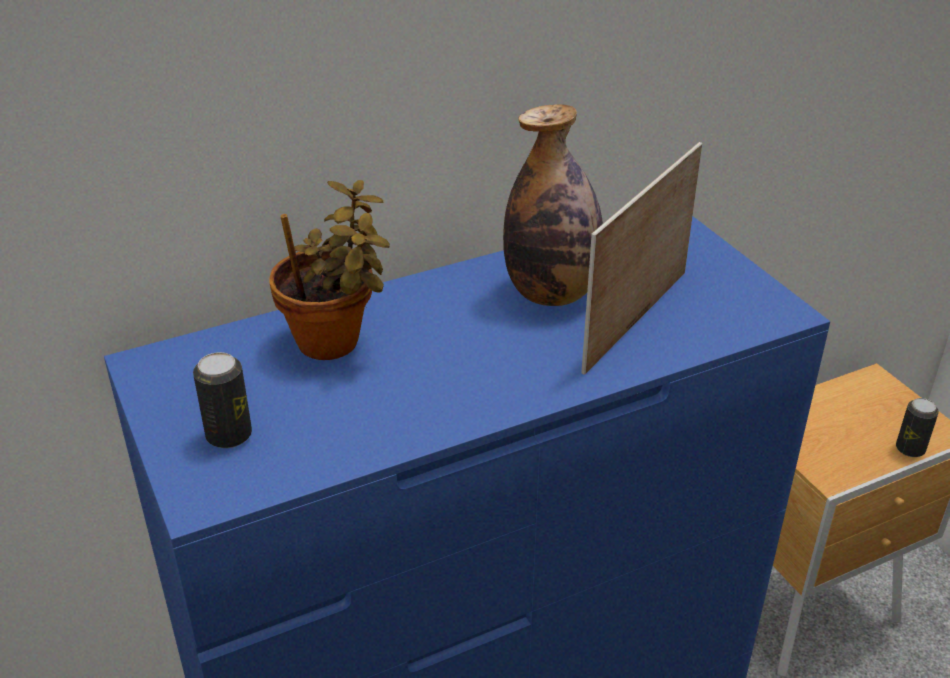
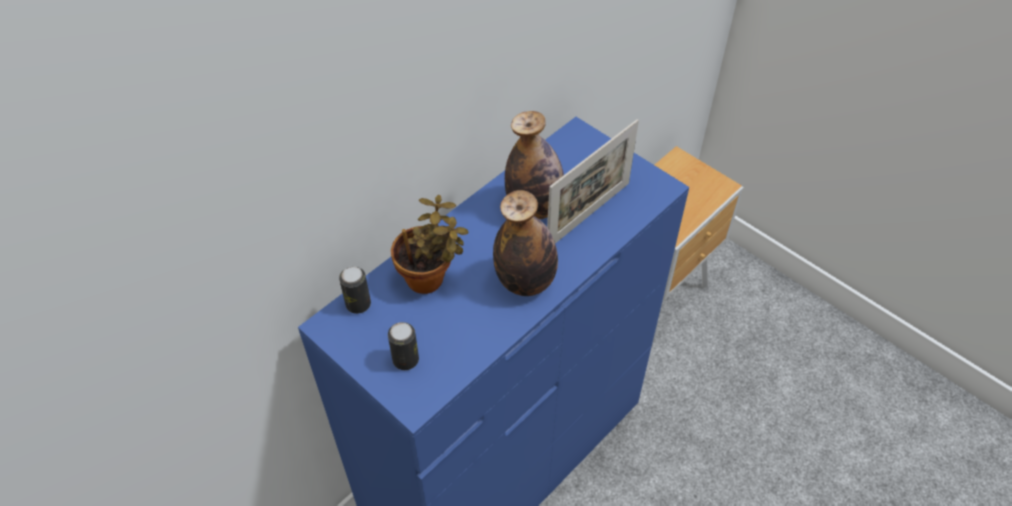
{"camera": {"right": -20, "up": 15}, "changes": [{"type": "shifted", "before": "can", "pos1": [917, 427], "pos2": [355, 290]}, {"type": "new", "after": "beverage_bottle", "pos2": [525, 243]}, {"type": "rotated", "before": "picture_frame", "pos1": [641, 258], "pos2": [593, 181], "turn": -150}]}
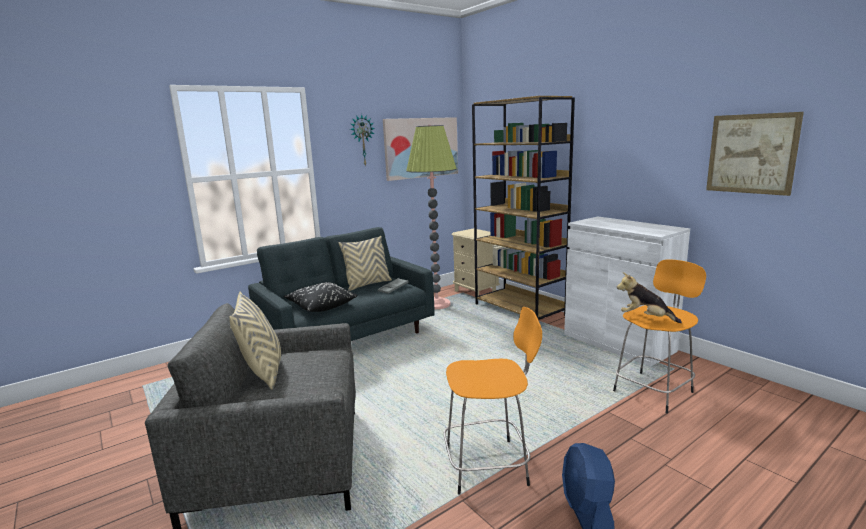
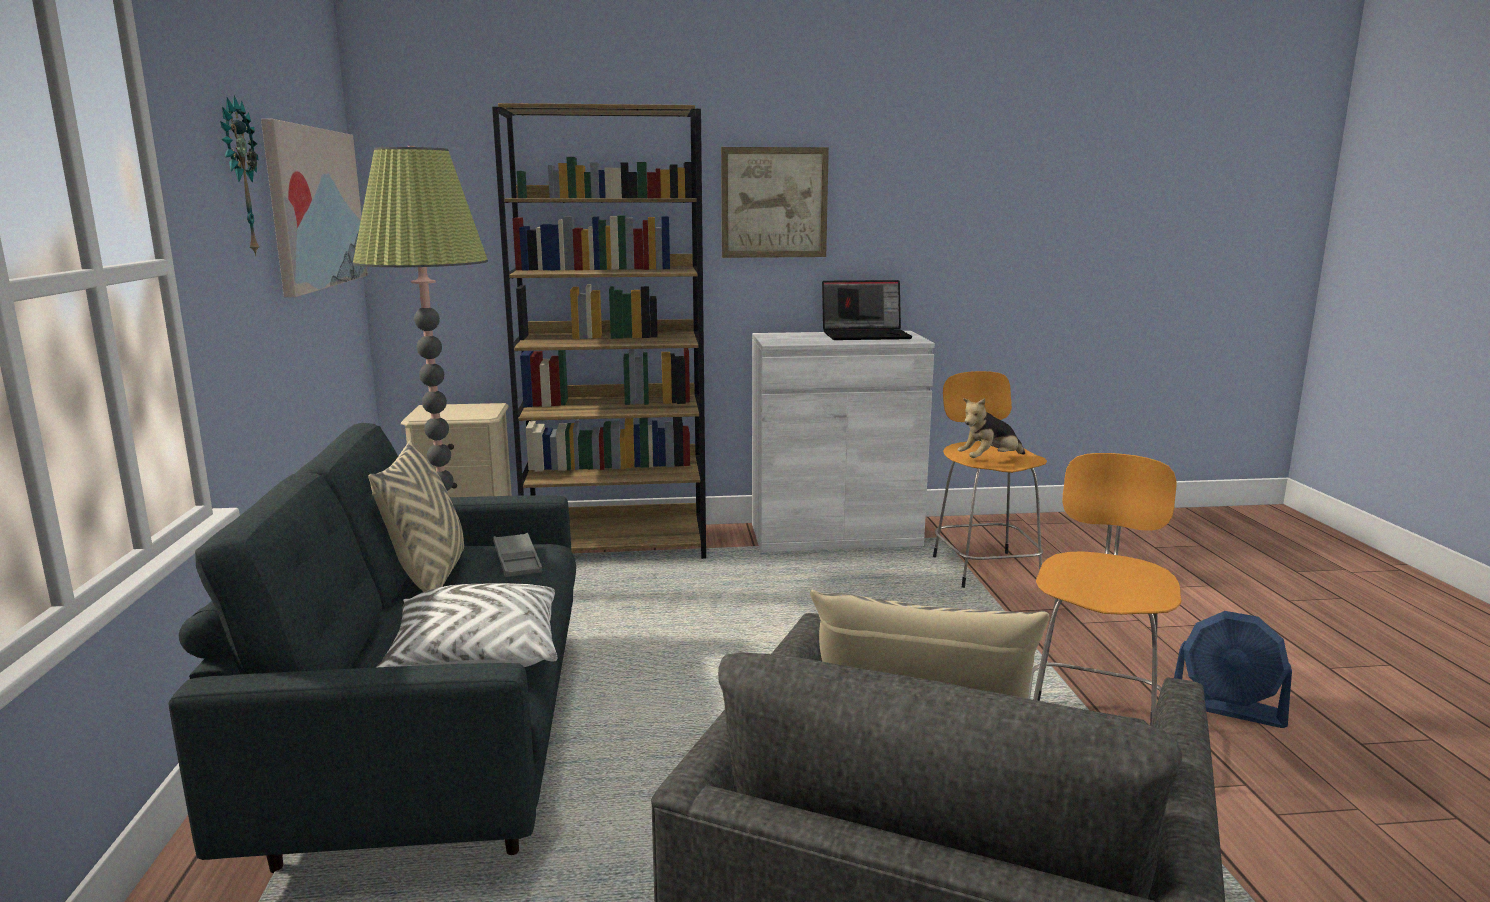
{"camera": {"right": -60, "up": 0}, "changes": [{"type": "repainted", "before": "black_throw_pillow", "after": "white_throw_pillow", "pos1": [320, 297], "pos2": [466, 625]}, {"type": "shifted", "before": "wall_art", "pos1": [755, 154], "pos2": [775, 202]}, {"type": "new", "after": "laptop", "pos2": [867, 310]}]}
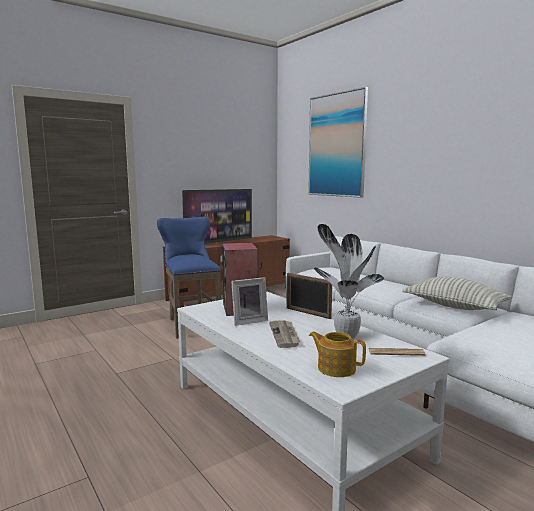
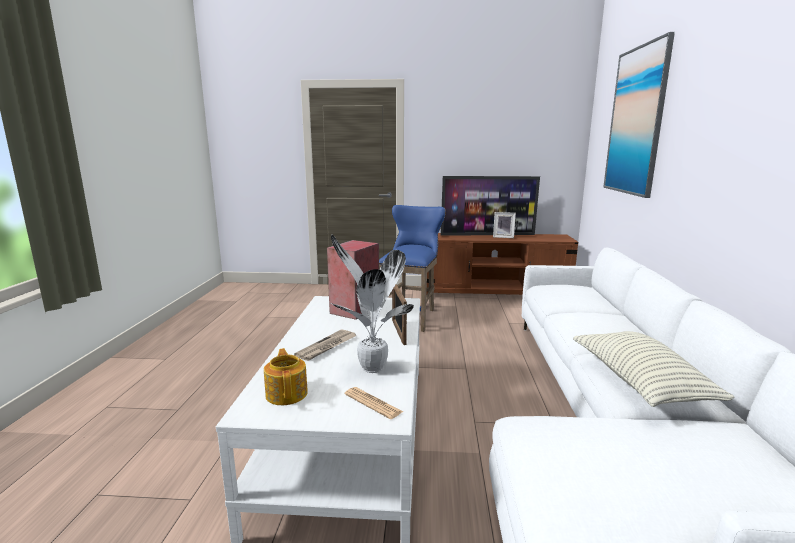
{"camera": {"right": 40, "up": 5}, "changes": [{"type": "shifted", "before": "picture_frame", "pos1": [249, 301], "pos2": [504, 225]}]}
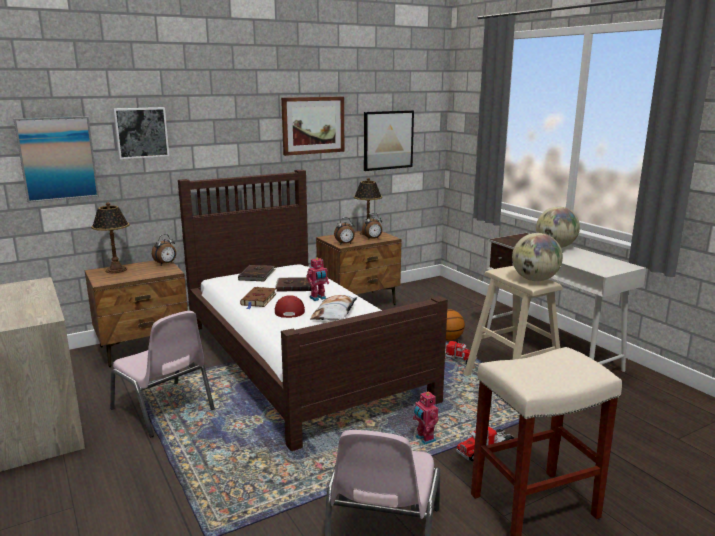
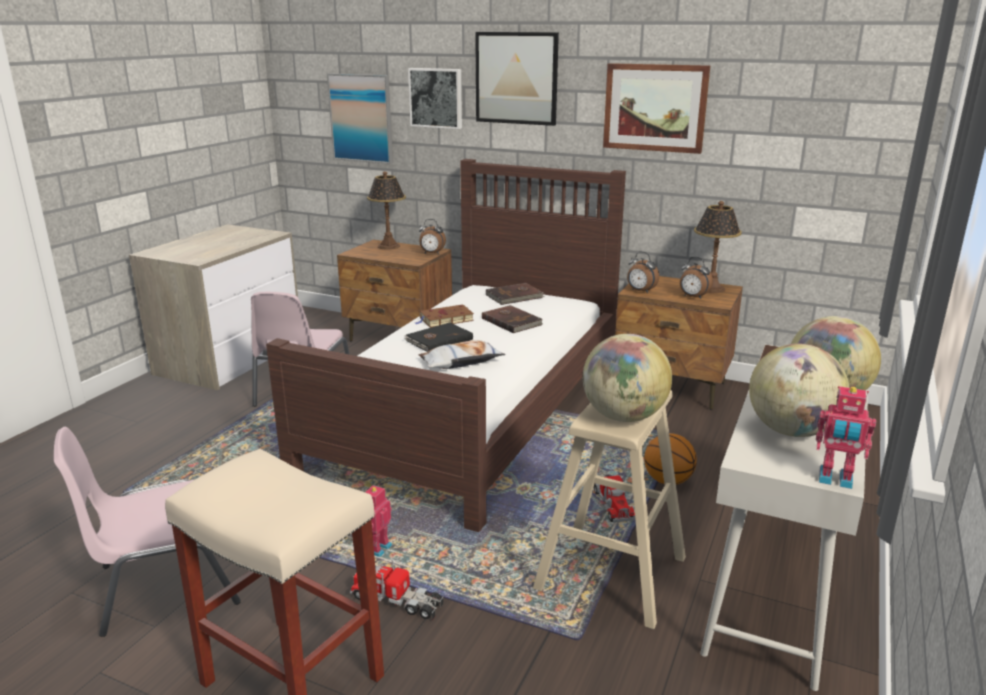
{"camera": {"right": 55, "up": 5}, "changes": [{"type": "swapped", "before": "reddish_peaked_cap", "after": "black_book", "pos1": [290, 306], "pos2": [438, 337]}, {"type": "shifted", "before": "wall_art", "pos1": [389, 140], "pos2": [517, 79]}, {"type": "new", "after": "desk_globe", "pos2": [799, 390]}, {"type": "shifted", "before": "toy_robot", "pos1": [317, 279], "pos2": [846, 437]}]}
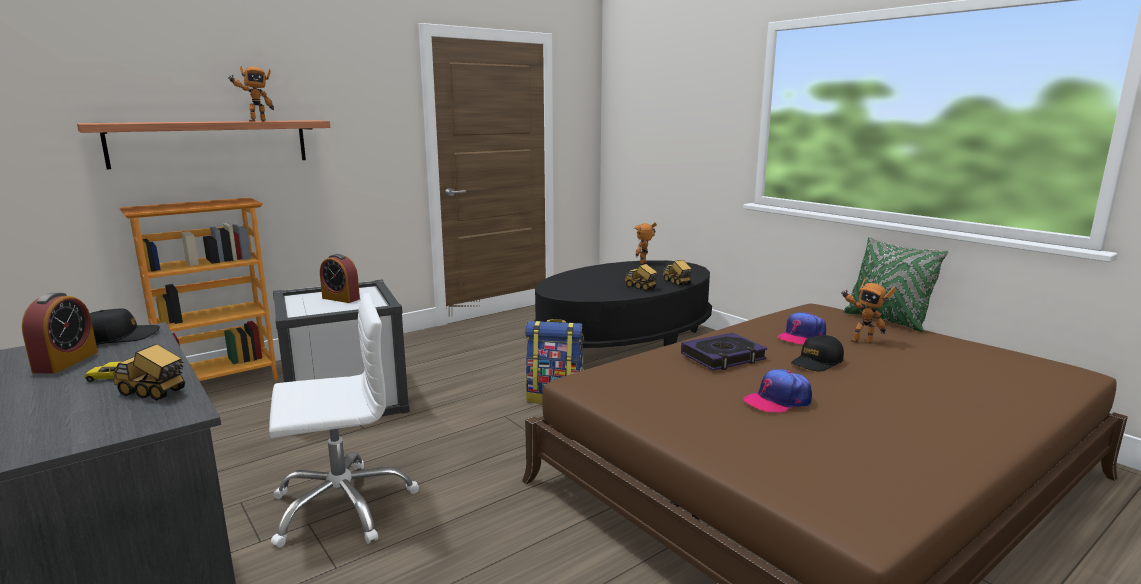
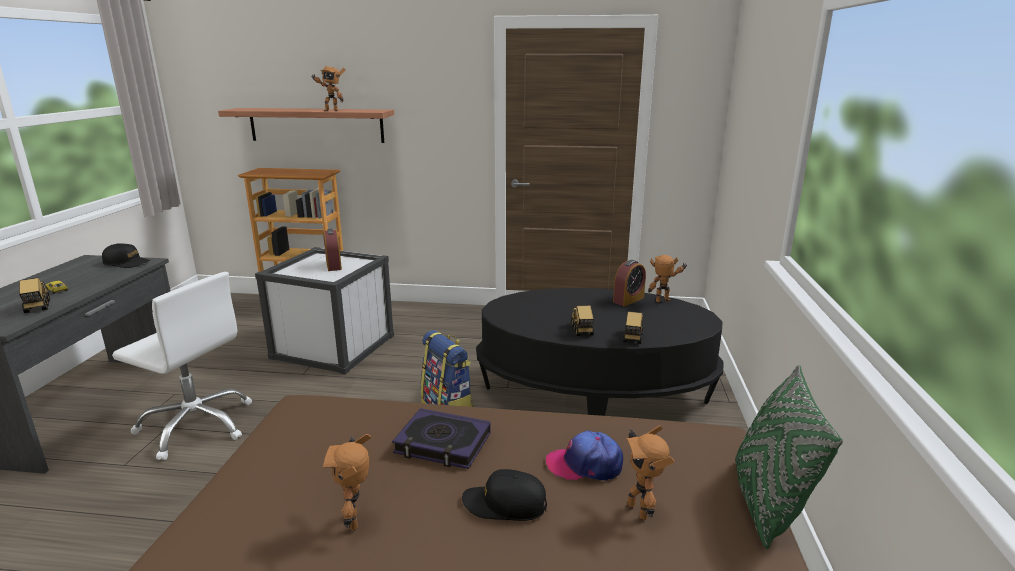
{"camera": {"right": 45, "up": 5}, "changes": [{"type": "swapped", "before": "peaked_cap", "after": "toy_robot", "pos1": [777, 391], "pos2": [347, 482]}, {"type": "shifted", "before": "table_clock", "pos1": [60, 333], "pos2": [629, 283]}]}
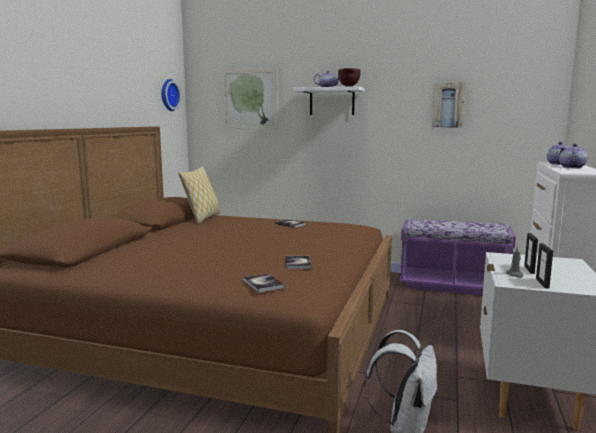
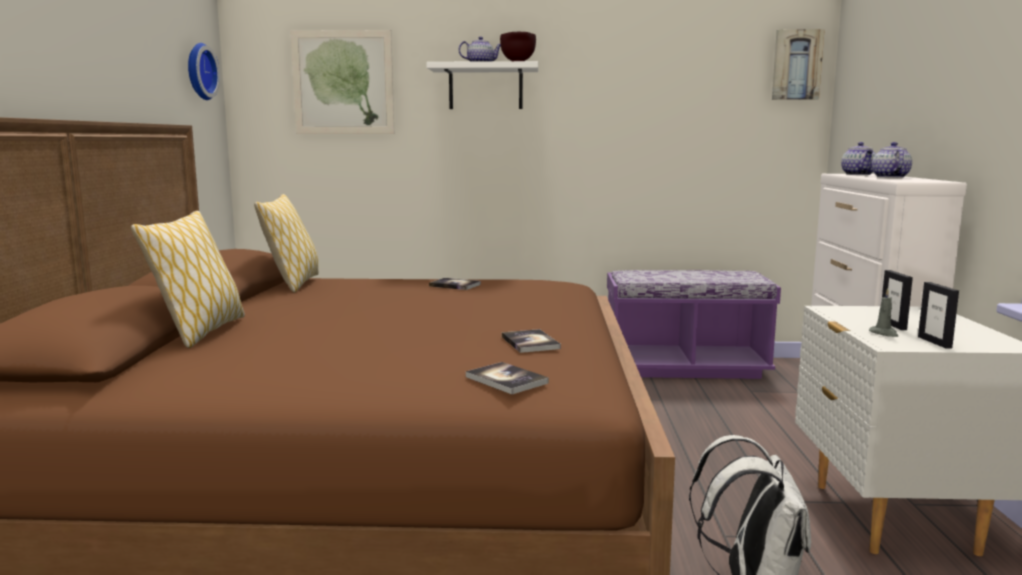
{"camera": {"right": -15, "up": 0}, "changes": [{"type": "new", "after": "throw_pillow", "pos2": [188, 279]}, {"type": "shifted", "before": "wall_art", "pos1": [448, 105], "pos2": [798, 64]}]}
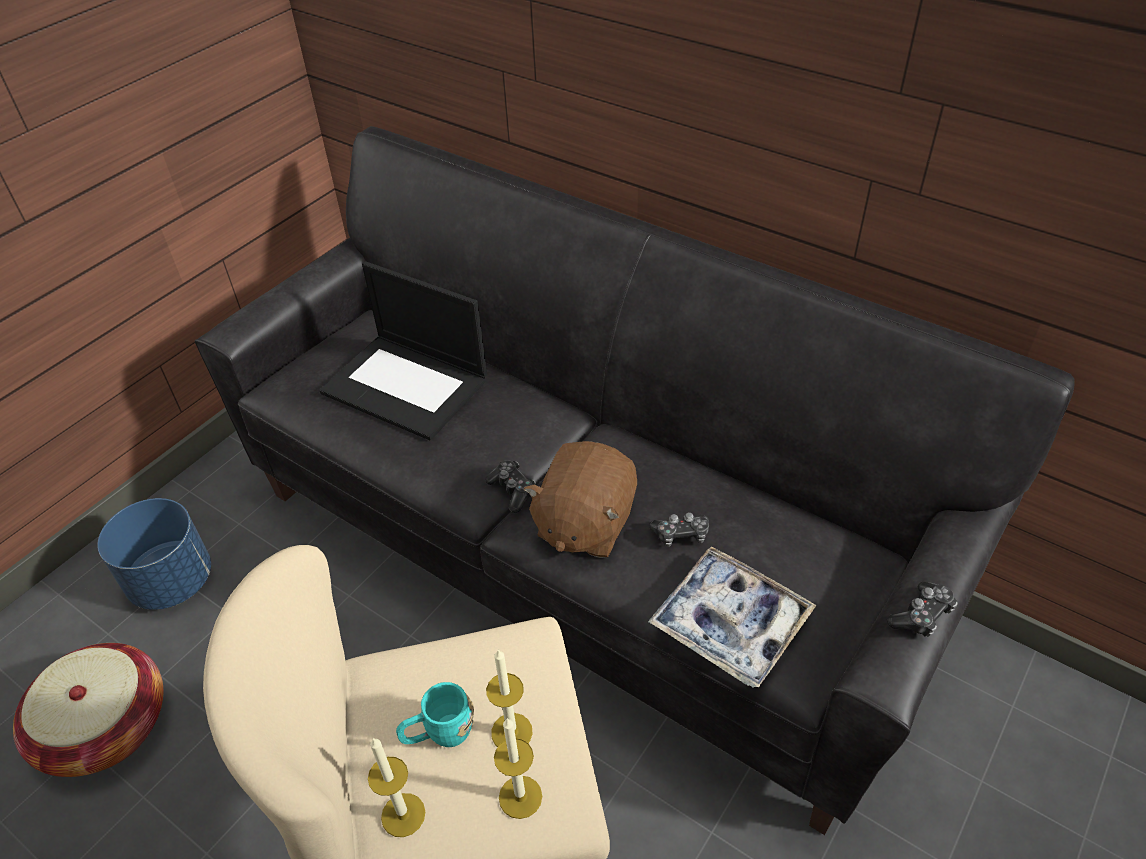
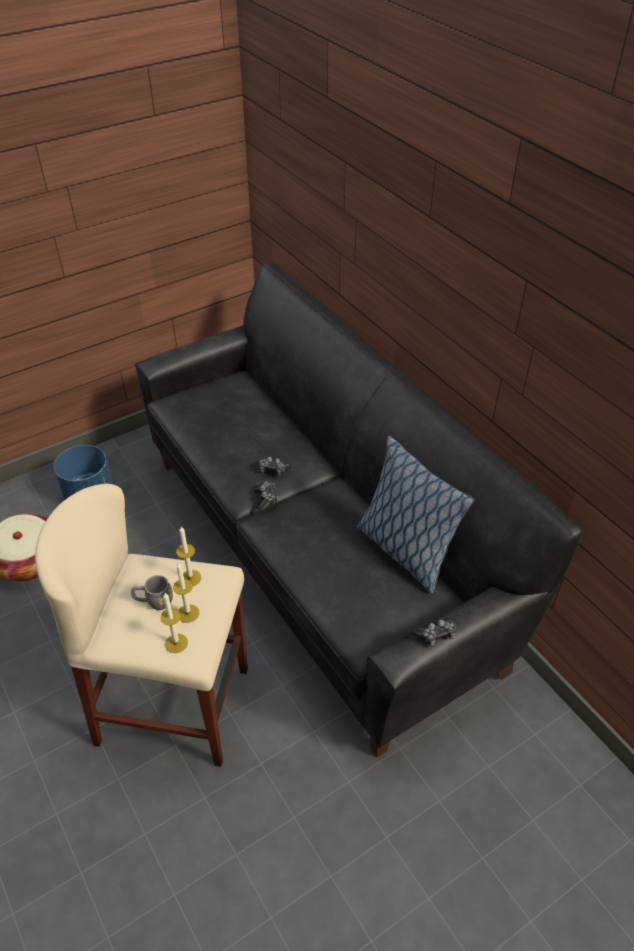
{"camera": {"right": 20, "up": 0}, "changes": [{"type": "repainted", "before": "turquoise_tea_mug", "after": "gray_tea_mug", "pos1": [435, 714], "pos2": [152, 592]}, {"type": "shifted", "before": "wax_candle", "pos1": [396, 787], "pos2": [188, 556]}, {"type": "shifted", "before": "gamepad", "pos1": [679, 529], "pos2": [275, 466]}, {"type": "new", "after": "throw_pillow", "pos2": [416, 514]}, {"type": "gone", "before": "laptop", "pos1": [403, 350]}, {"type": "gone", "before": "brown-coloured_cuddly_toy", "pos1": [580, 499]}, {"type": "gone", "before": "serving_tray", "pos1": [732, 617]}]}
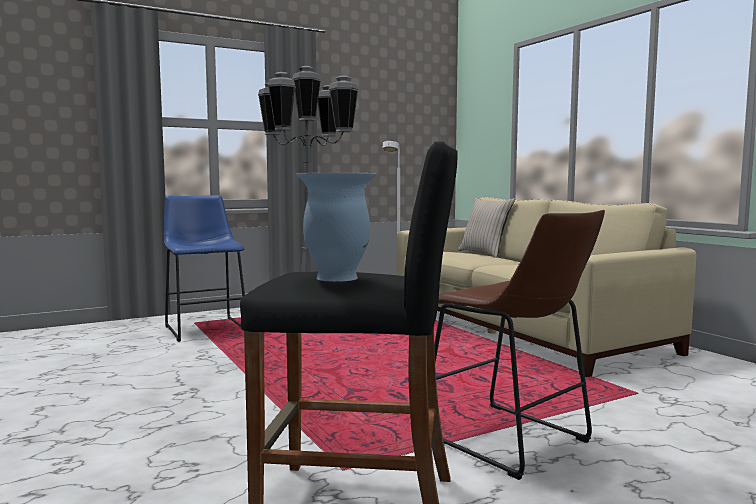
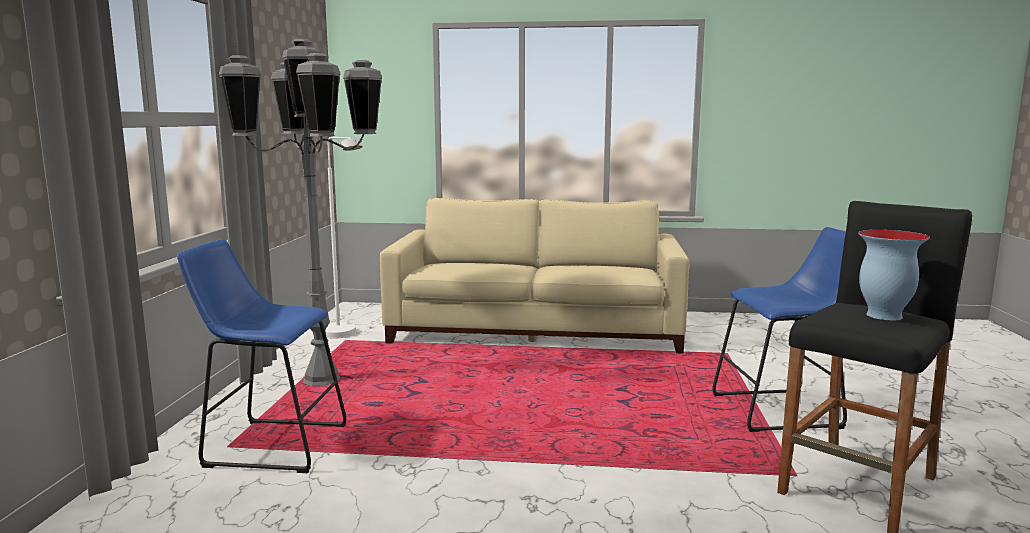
{"camera": {"right": -55, "up": 5}, "changes": [{"type": "repainted", "before": "brown-coloured_sitting_stool", "after": "bluish_sitting_stool", "pos1": [519, 345], "pos2": [779, 329]}, {"type": "gone", "before": "sand-coloured_throw_pillow", "pos1": [486, 228]}]}
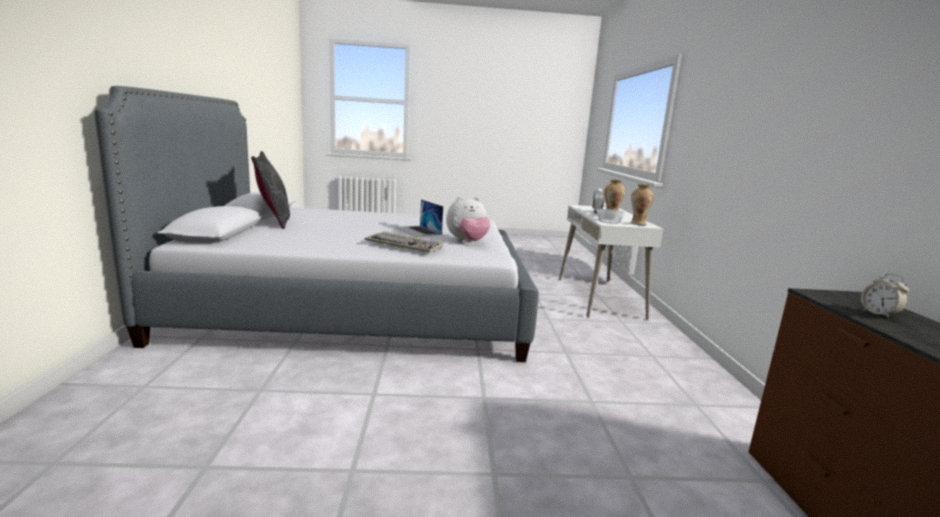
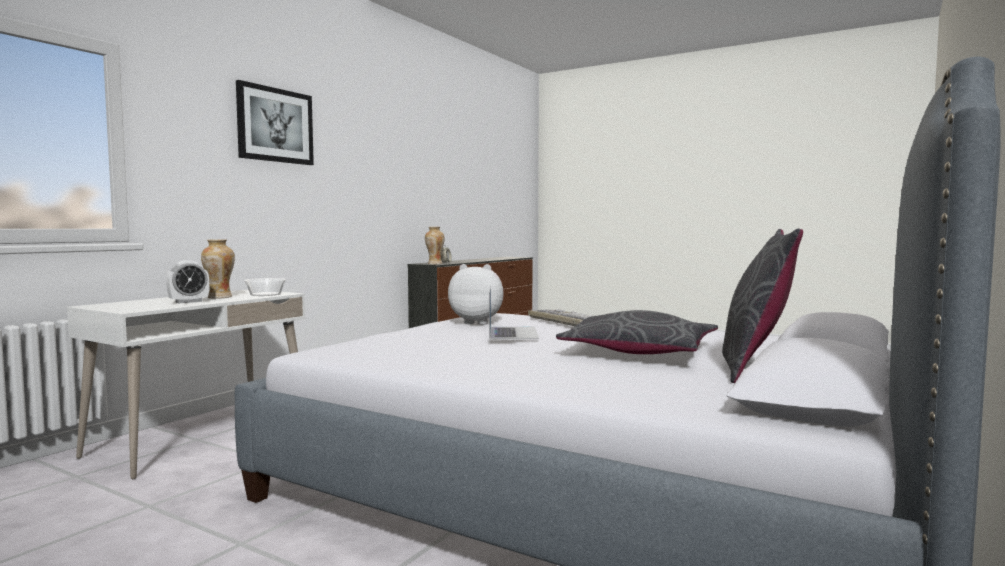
{"camera": {"right": -145, "up": -10}, "changes": [{"type": "new", "after": "wall_art", "pos2": [275, 122]}, {"type": "shifted", "before": "decorative_vase", "pos1": [642, 204], "pos2": [435, 245]}, {"type": "new", "after": "gray_throw_pillow", "pos2": [637, 332]}]}
